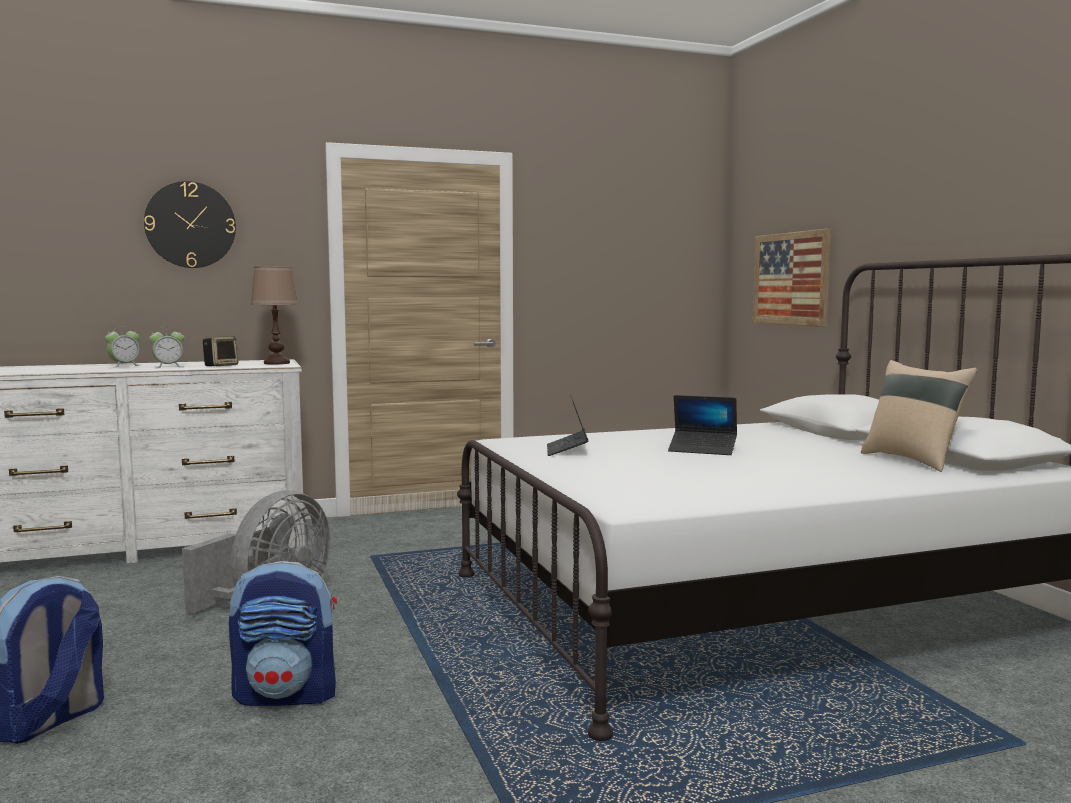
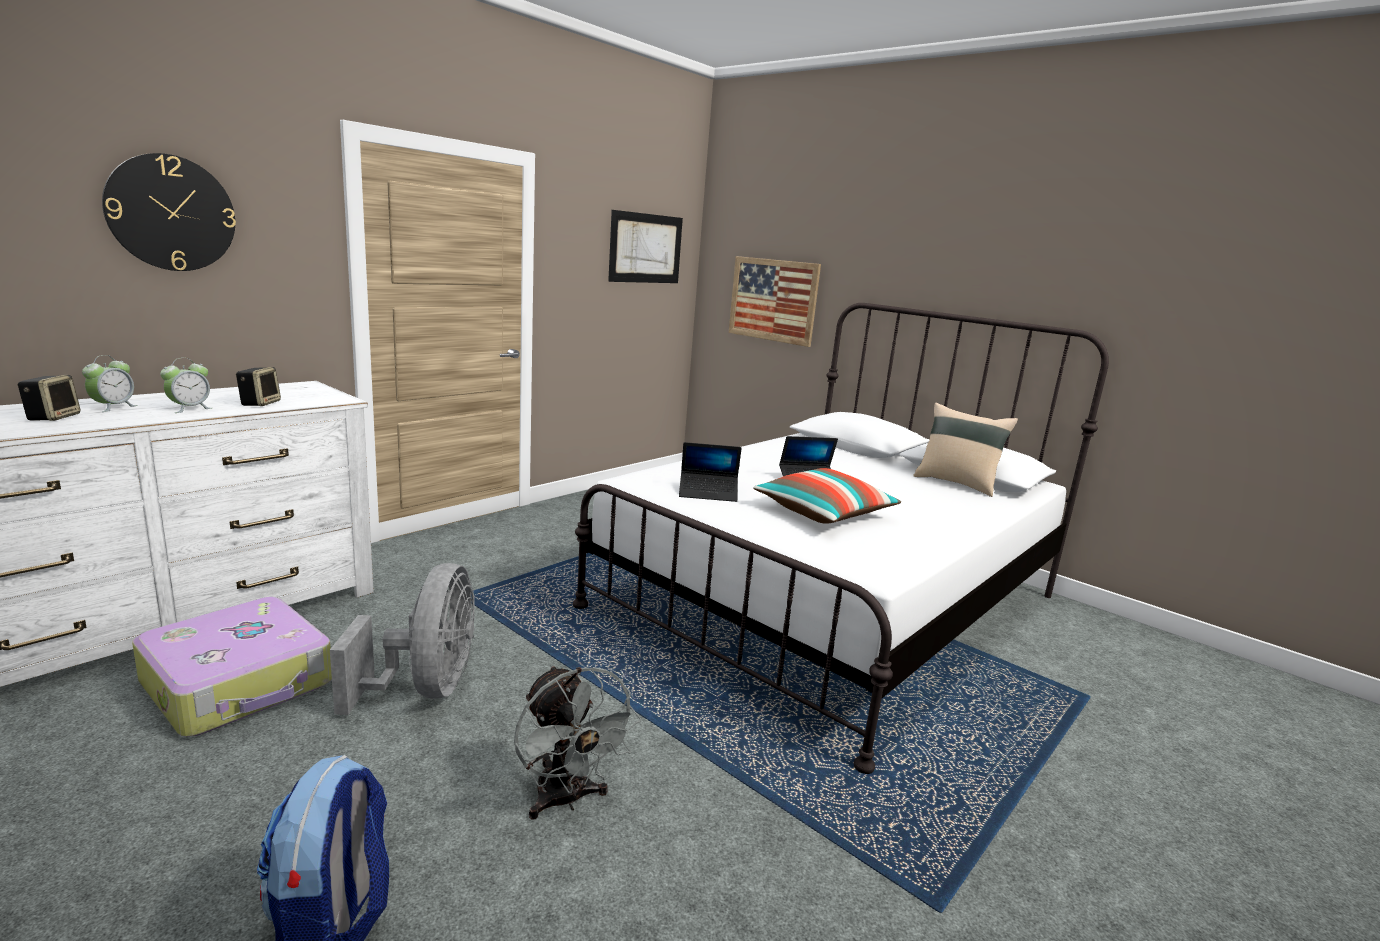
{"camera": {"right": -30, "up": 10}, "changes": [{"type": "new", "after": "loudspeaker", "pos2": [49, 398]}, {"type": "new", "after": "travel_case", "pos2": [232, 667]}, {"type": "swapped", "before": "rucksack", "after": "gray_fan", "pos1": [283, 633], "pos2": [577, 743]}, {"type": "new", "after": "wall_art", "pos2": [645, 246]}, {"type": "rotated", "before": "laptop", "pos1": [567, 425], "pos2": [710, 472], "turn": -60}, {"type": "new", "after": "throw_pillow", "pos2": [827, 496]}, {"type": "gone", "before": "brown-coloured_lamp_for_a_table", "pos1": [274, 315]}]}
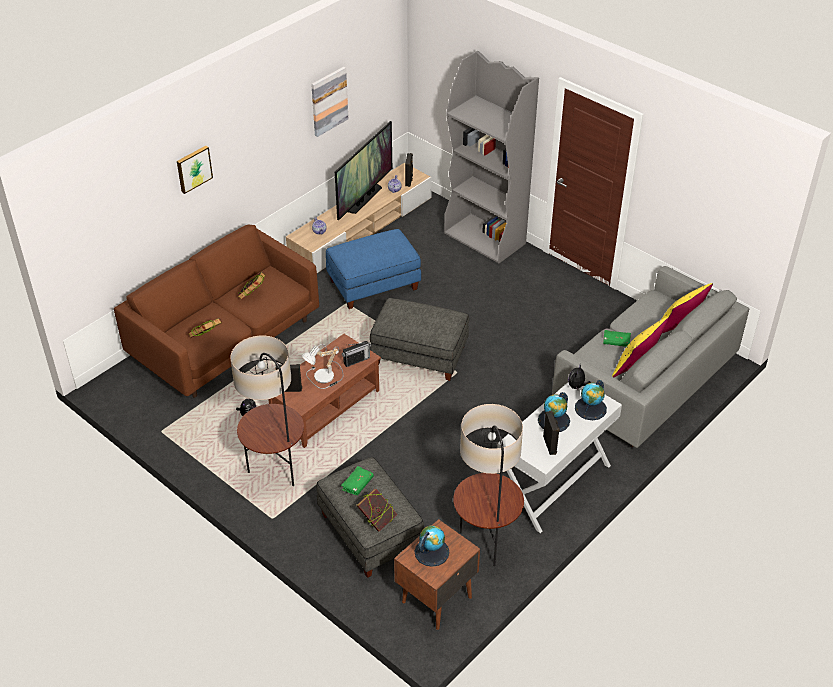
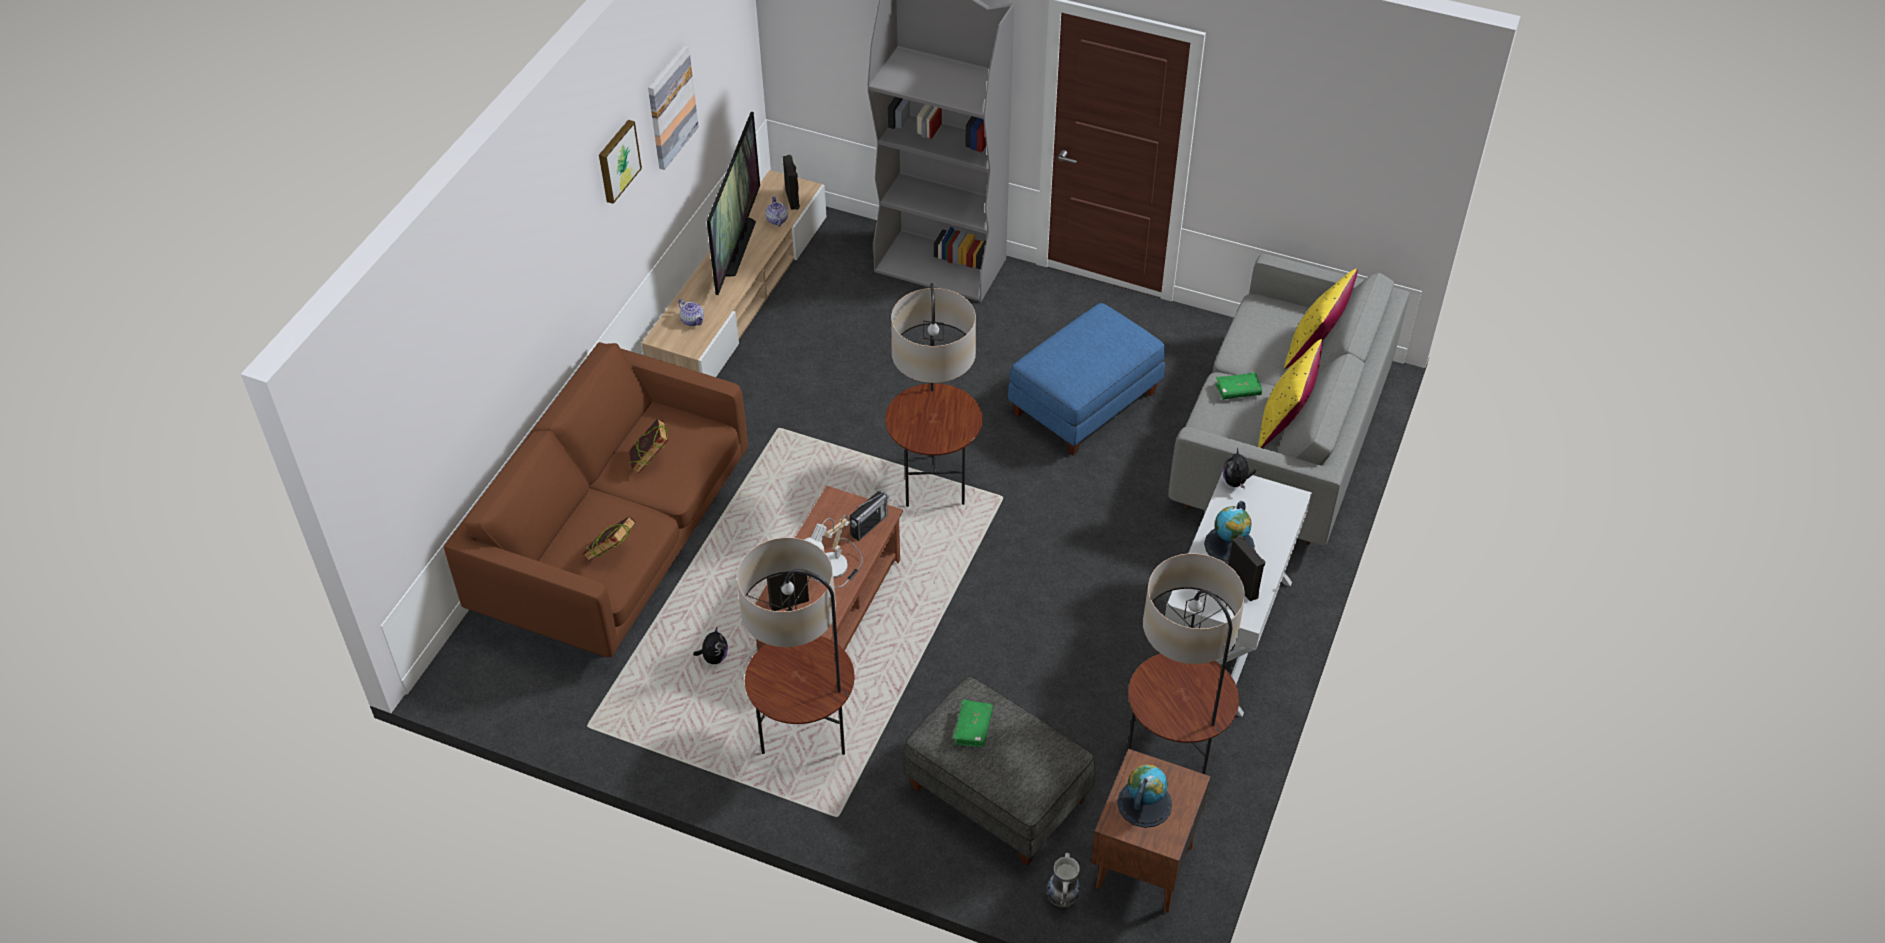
{"camera": {"right": -20, "up": 5}, "changes": [{"type": "shifted", "before": "wall_art", "pos1": [195, 170], "pos2": [620, 162]}, {"type": "swapped", "before": "gray_ottoman", "after": "floor_lamp", "pos1": [419, 339], "pos2": [933, 395]}, {"type": "shifted", "before": "bluish_ottoman", "pos1": [373, 269], "pos2": [1086, 379]}, {"type": "new", "after": "decorative_vase", "pos2": [1063, 880]}, {"type": "gone", "before": "book", "pos1": [376, 510]}, {"type": "gone", "before": "desk_globe", "pos1": [591, 400]}]}
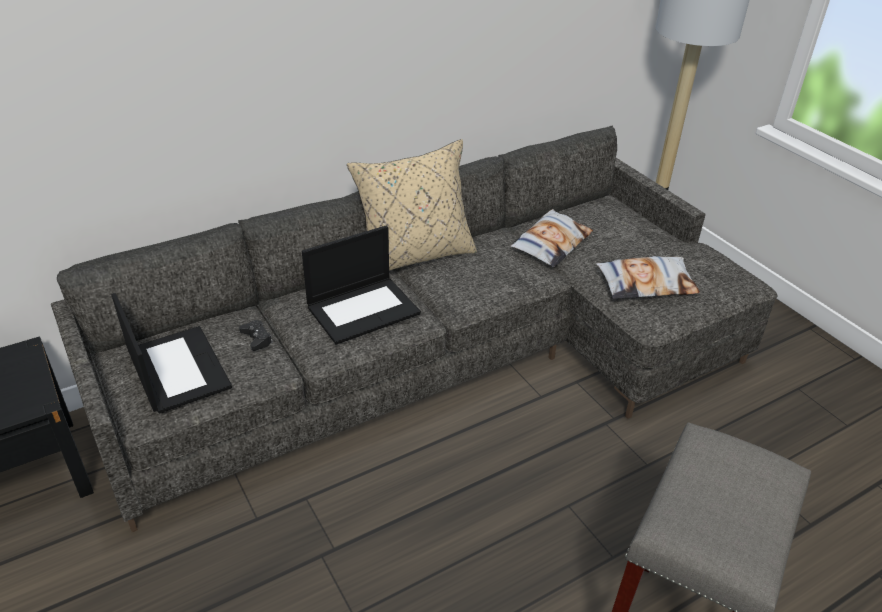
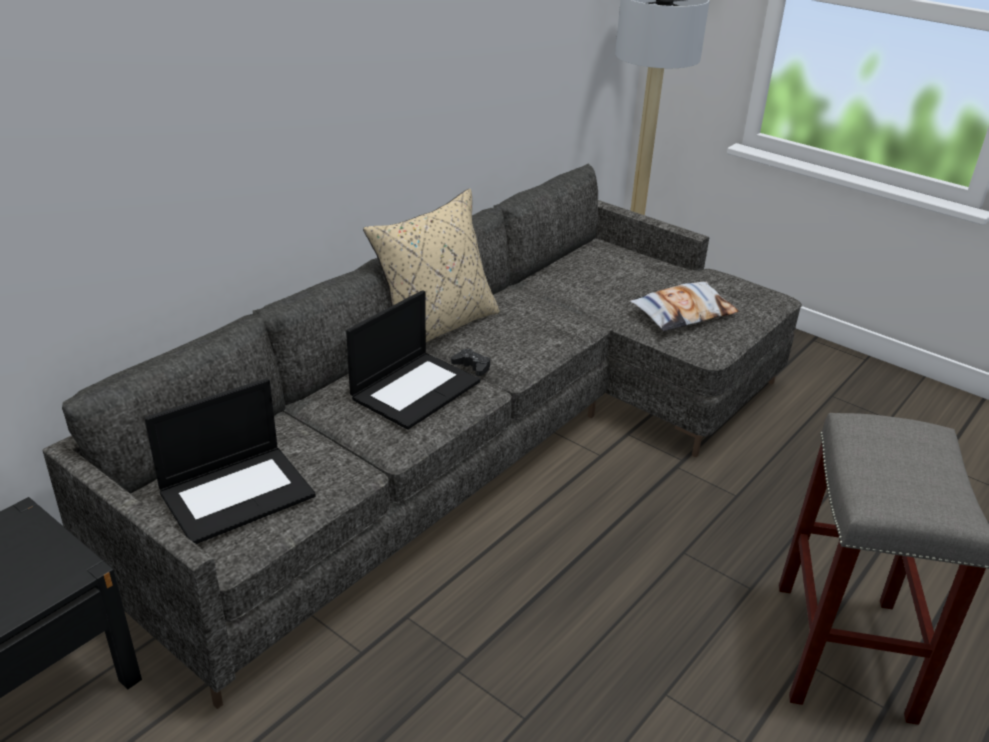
{"camera": {"right": -20, "up": -5}, "changes": [{"type": "rotated", "before": "laptop", "pos1": [172, 353], "pos2": [230, 461], "turn": 105}, {"type": "shifted", "before": "black_gamepad", "pos1": [256, 335], "pos2": [470, 362]}, {"type": "gone", "before": "throw_pillow", "pos1": [551, 238]}]}
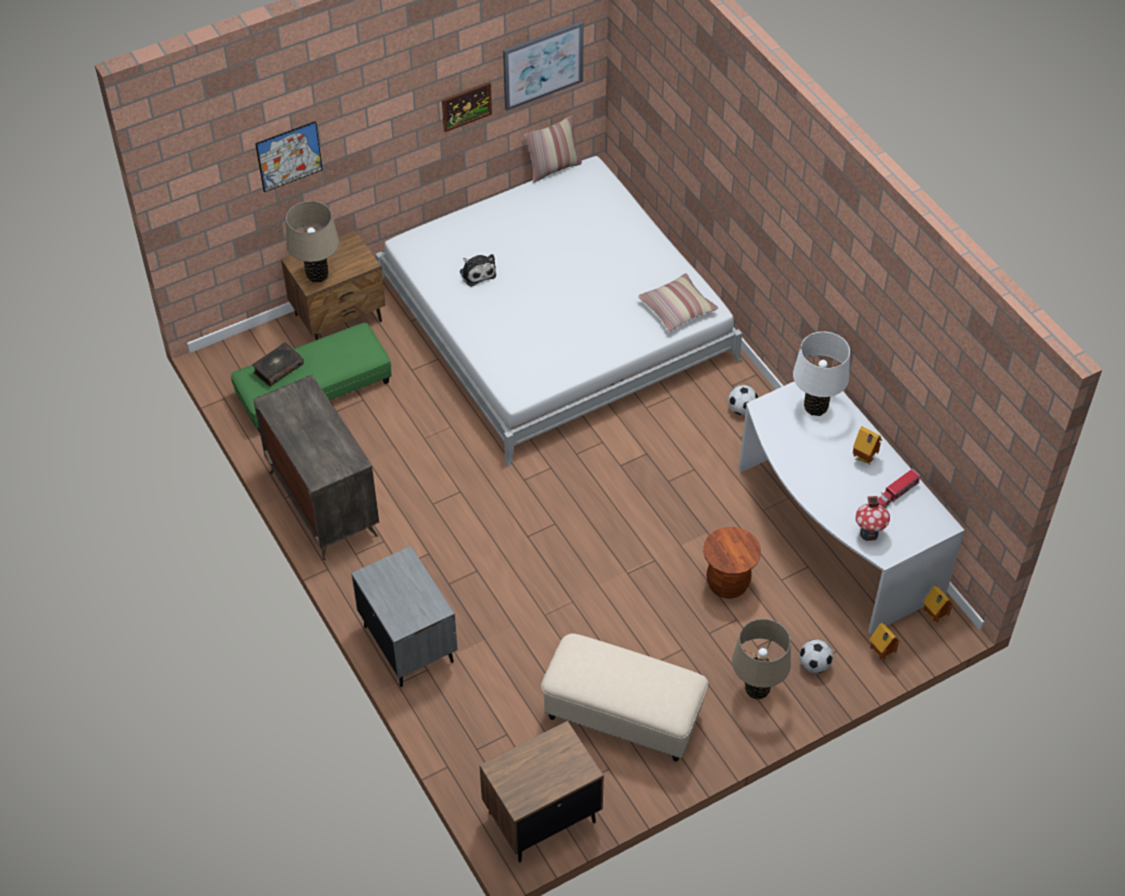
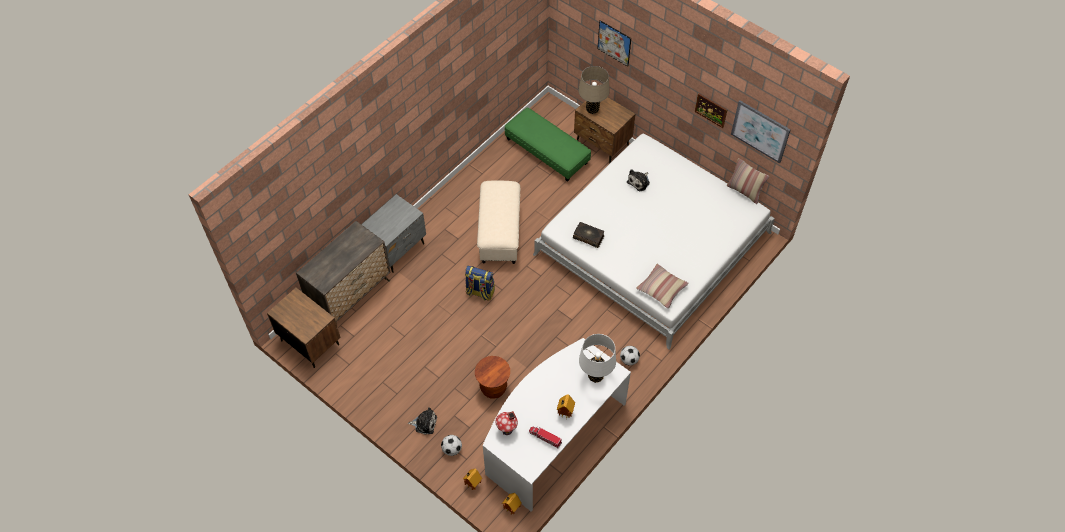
{"camera": {"right": 70, "up": 5}, "changes": [{"type": "shifted", "before": "dresser", "pos1": [316, 468], "pos2": [343, 272]}, {"type": "swapped", "before": "sand-coloured_lamp_for_a_table", "after": "cuddly_toy", "pos1": [761, 659], "pos2": [422, 421]}, {"type": "new", "after": "rucksack", "pos2": [480, 283]}, {"type": "shifted", "before": "sand-coloured_ottoman", "pos1": [624, 698], "pos2": [498, 222]}, {"type": "shifted", "before": "book", "pos1": [278, 365], "pos2": [588, 235]}]}
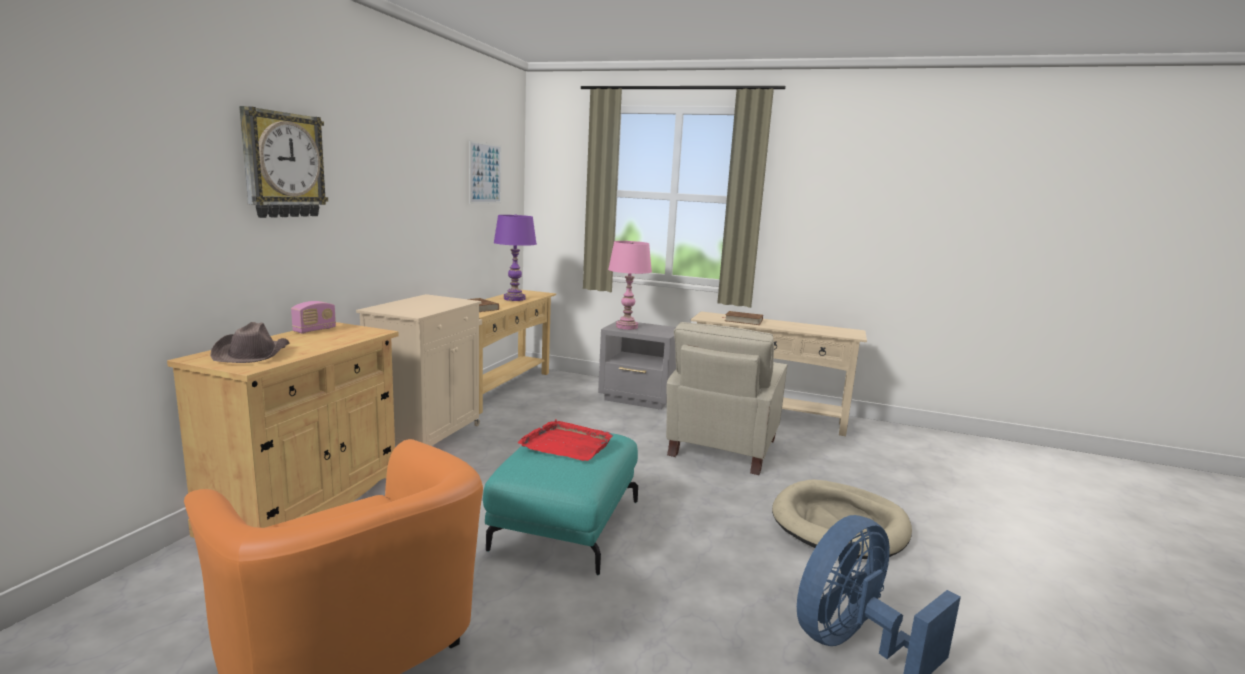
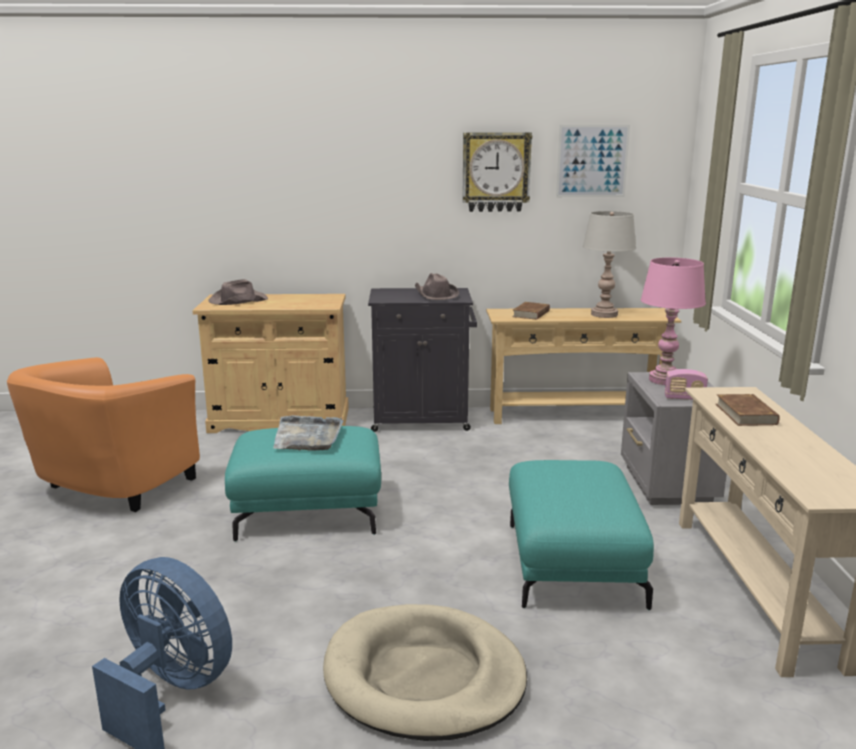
{"camera": {"right": 70, "up": 5}, "changes": [{"type": "repainted", "before": "reddish_serving_tray", "after": "gray_serving_tray", "pos1": [565, 440], "pos2": [308, 433]}, {"type": "repainted", "before": "sand-coloured_storage_cabinet", "after": "black_storage_cabinet", "pos1": [419, 370], "pos2": [422, 360]}, {"type": "new", "after": "brown-coloured_clothing_hat", "pos2": [437, 286]}, {"type": "shifted", "before": "hanging_clock", "pos1": [283, 162], "pos2": [497, 172]}, {"type": "swapped", "before": "sand-coloured_lounge_chair", "after": "turquoise_ottoman", "pos1": [727, 398], "pos2": [581, 535]}, {"type": "repainted", "before": "purple-coloured_lamp_for_a_table", "after": "gray_lamp_for_a_table", "pos1": [515, 258], "pos2": [609, 264]}, {"type": "shifted", "before": "radio_receiver", "pos1": [313, 317], "pos2": [686, 384]}]}
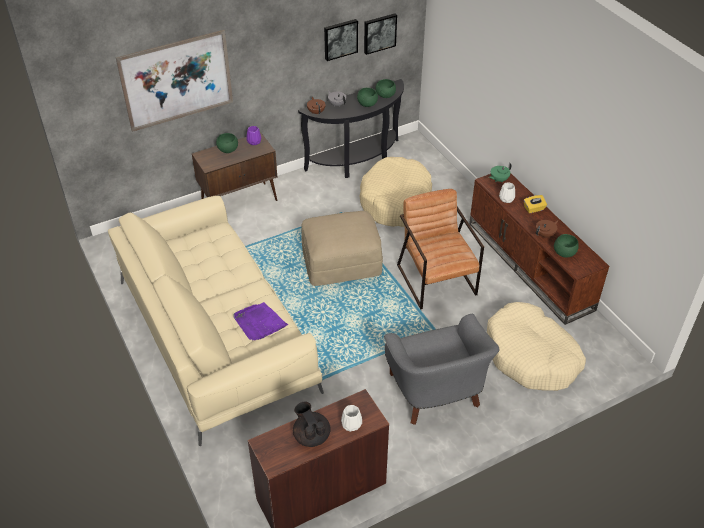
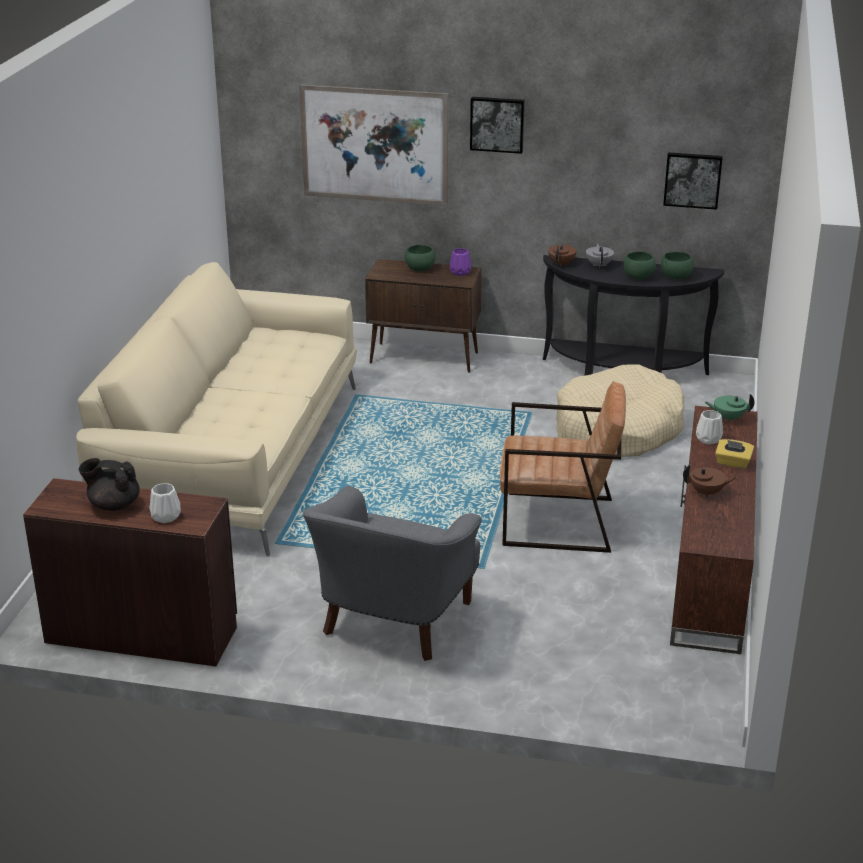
{"camera": {"right": 40, "up": -15}, "changes": [{"type": "rotated", "before": "black_tea_pot", "pos1": [312, 424], "pos2": [109, 484], "turn": -90}, {"type": "shifted", "before": "wall_art", "pos1": [341, 40], "pos2": [497, 125]}, {"type": "rotated", "before": "brown-coloured_lounge_chair", "pos1": [440, 249], "pos2": [563, 467], "turn": 75}, {"type": "gone", "before": "purple-coloured_serving_tray", "pos1": [260, 321]}, {"type": "gone", "before": "sand-coloured_ottoman", "pos1": [342, 248]}, {"type": "gone", "before": "sand-coloured_dog_cushion", "pos1": [536, 346]}, {"type": "gone", "before": "green_bowl", "pos1": [566, 246]}]}
